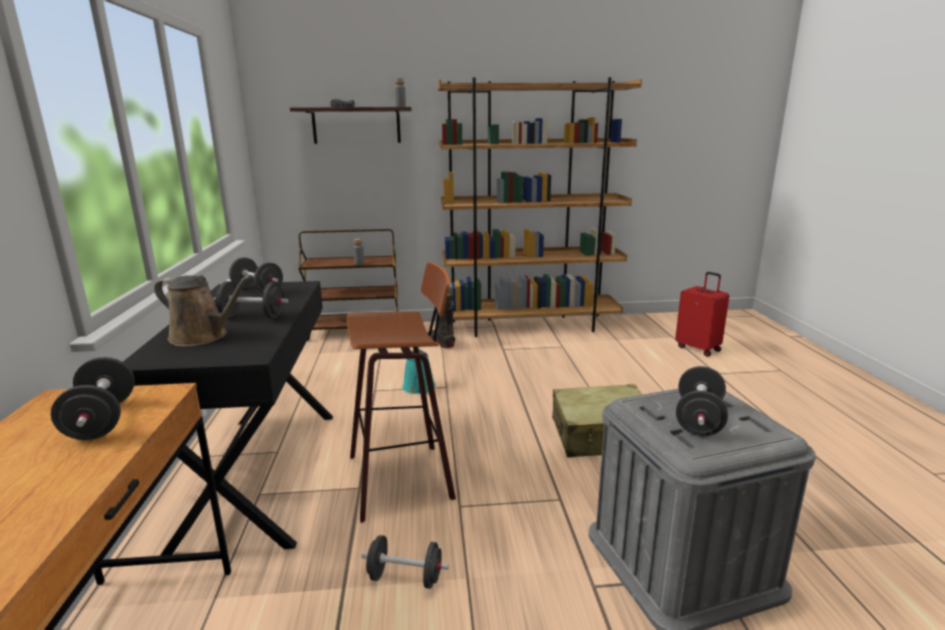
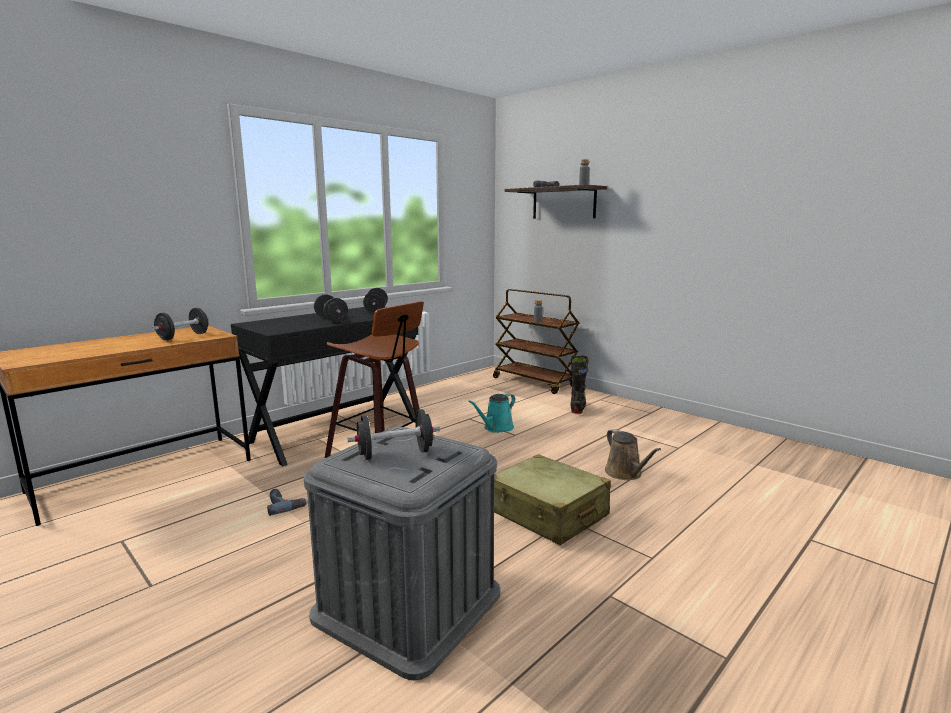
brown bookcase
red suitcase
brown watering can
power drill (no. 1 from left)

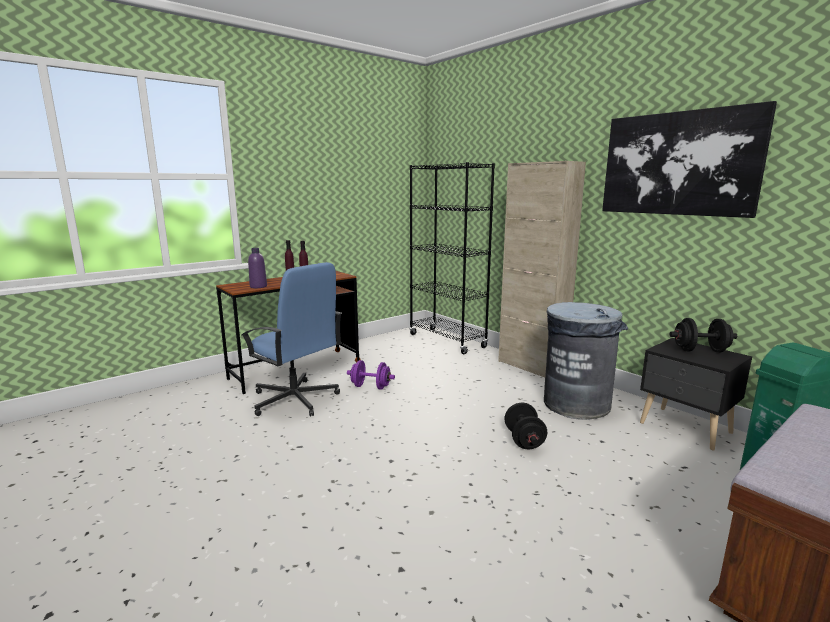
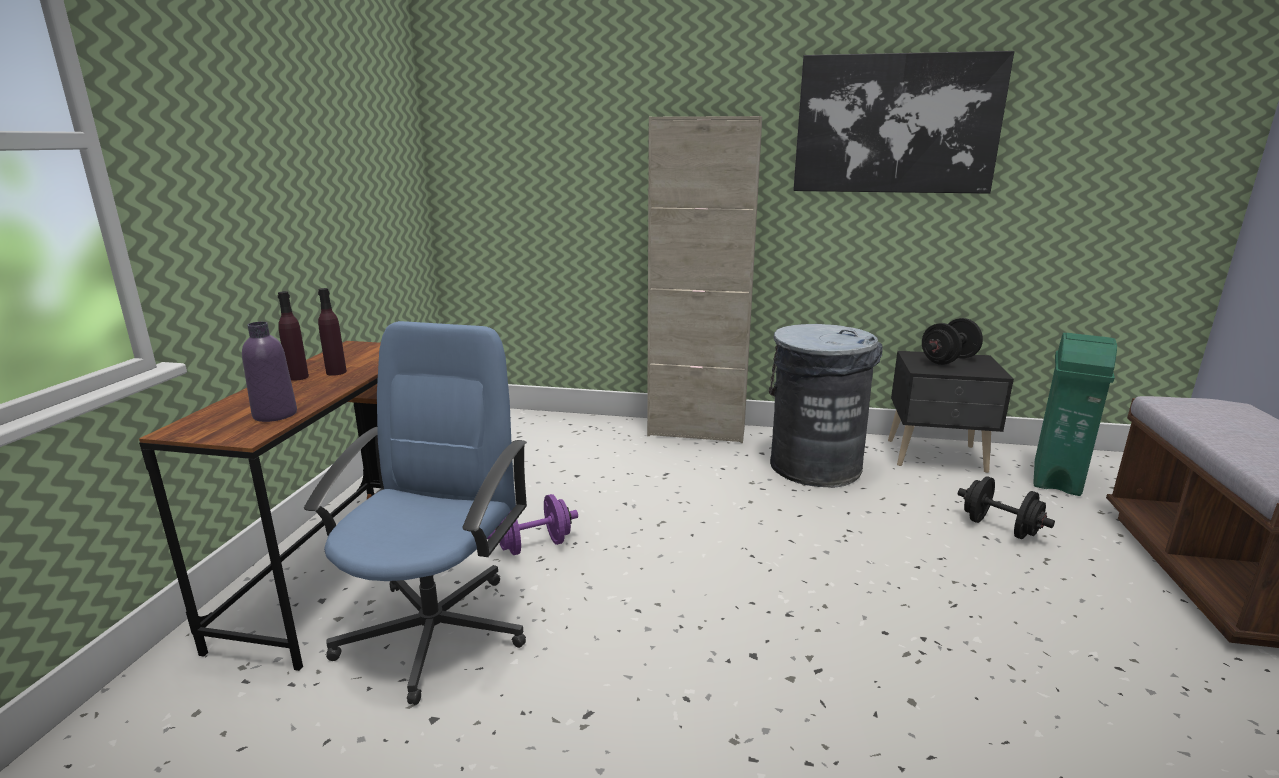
black bookcase
black dumbbell (no. 2 from left)
blue office chair

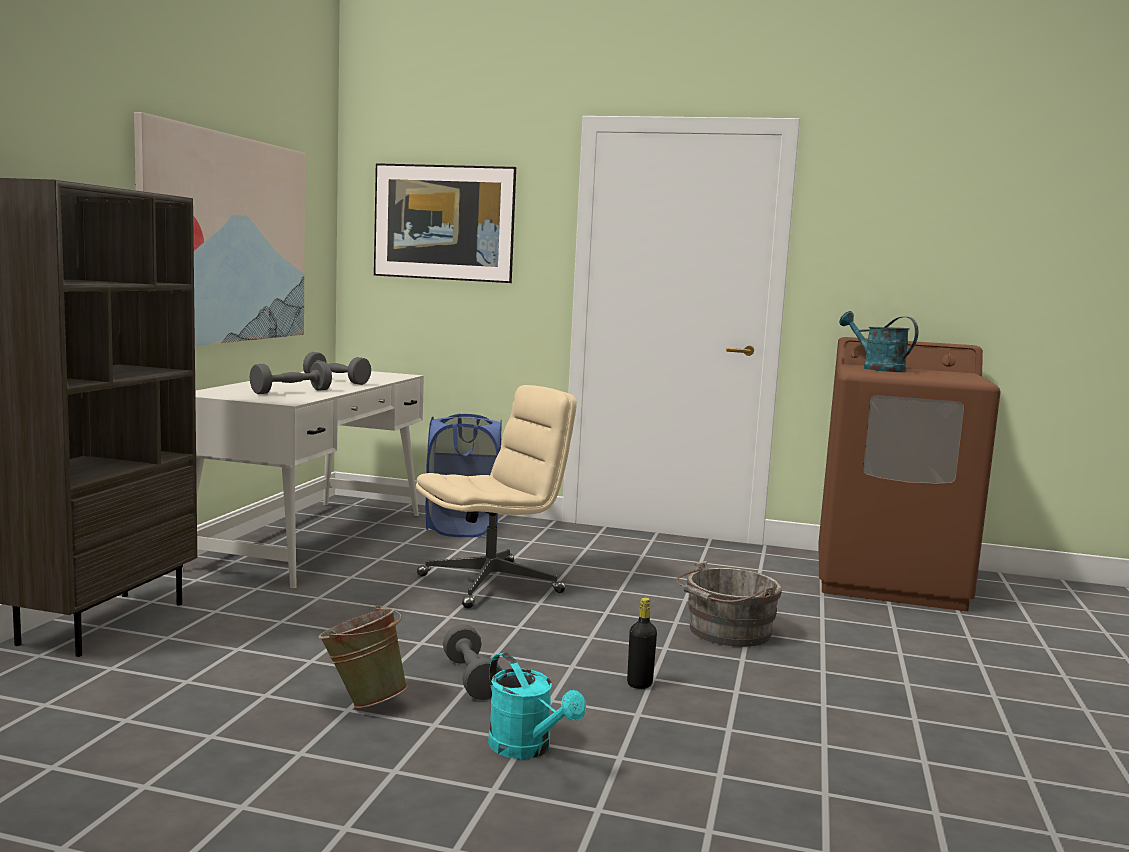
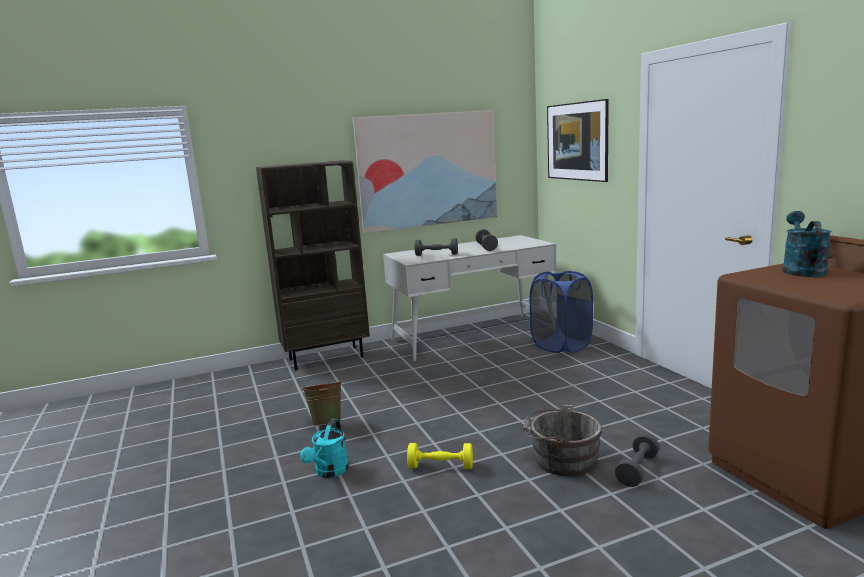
beige office chair
grey dumbbell (no. 3 from left)
yellow dumbbell

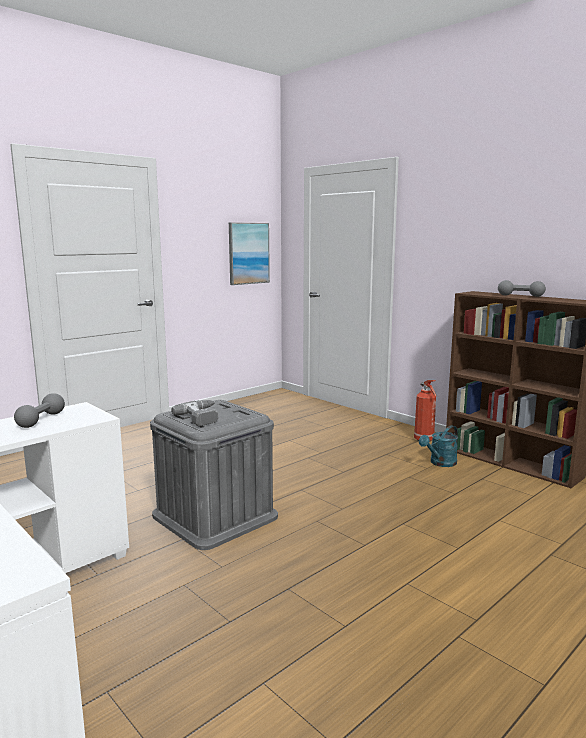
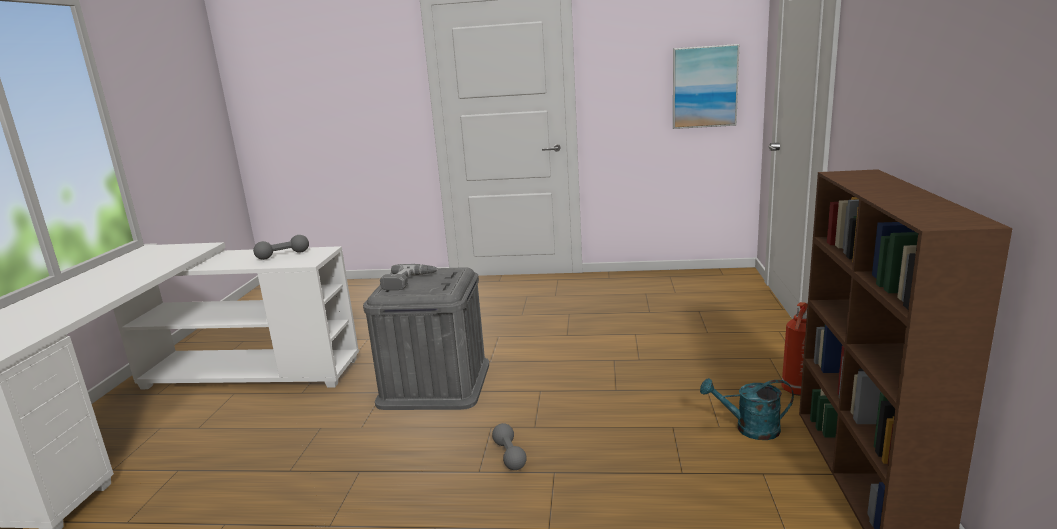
grey dumbbell (no. 2 from left)

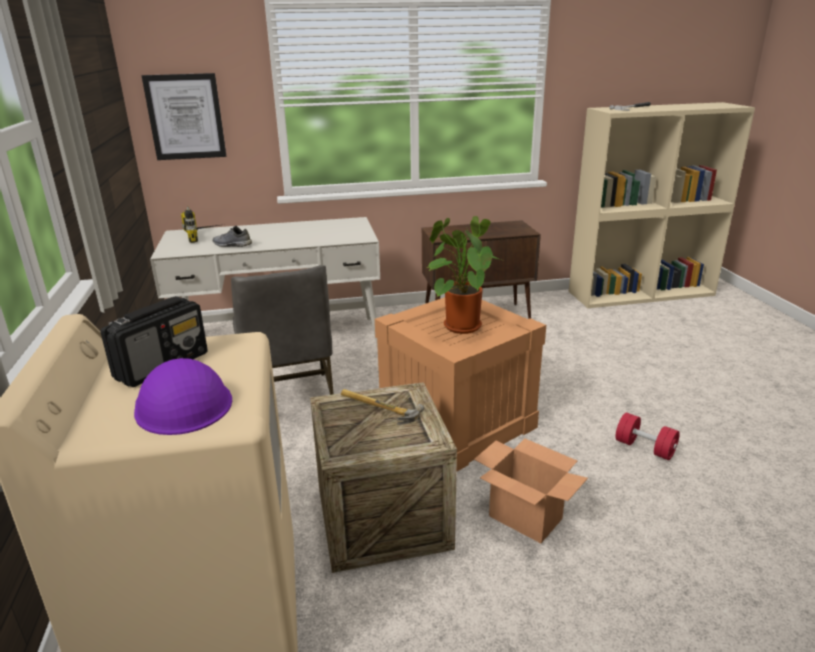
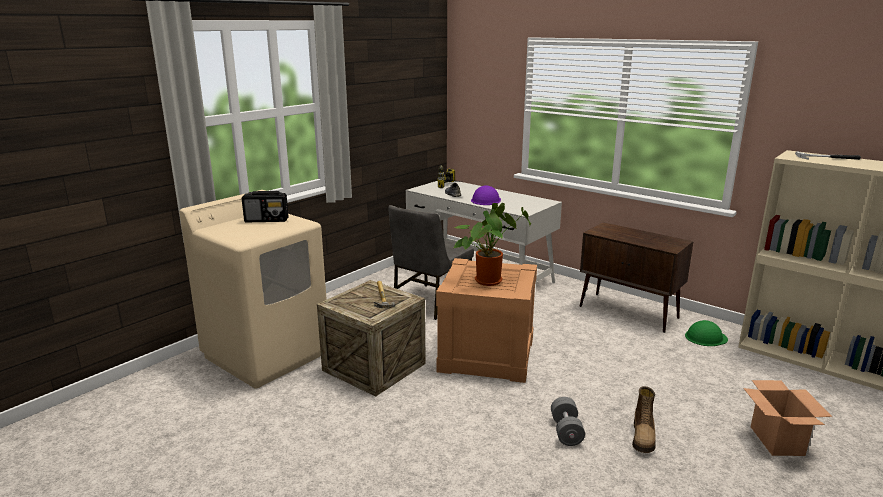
picture
boot
green hard hat
purple hard hat
cardboard box
grey dumbbell

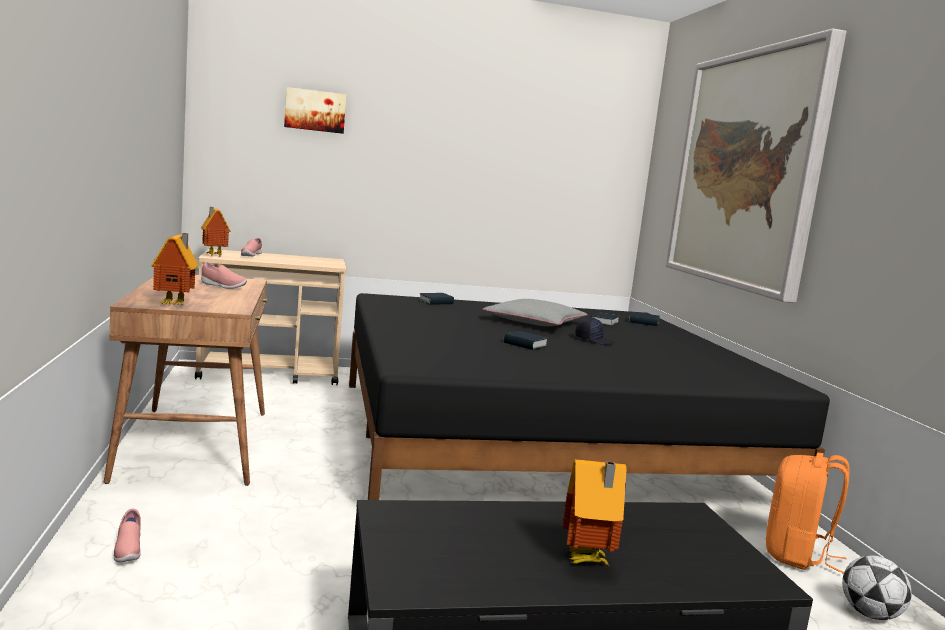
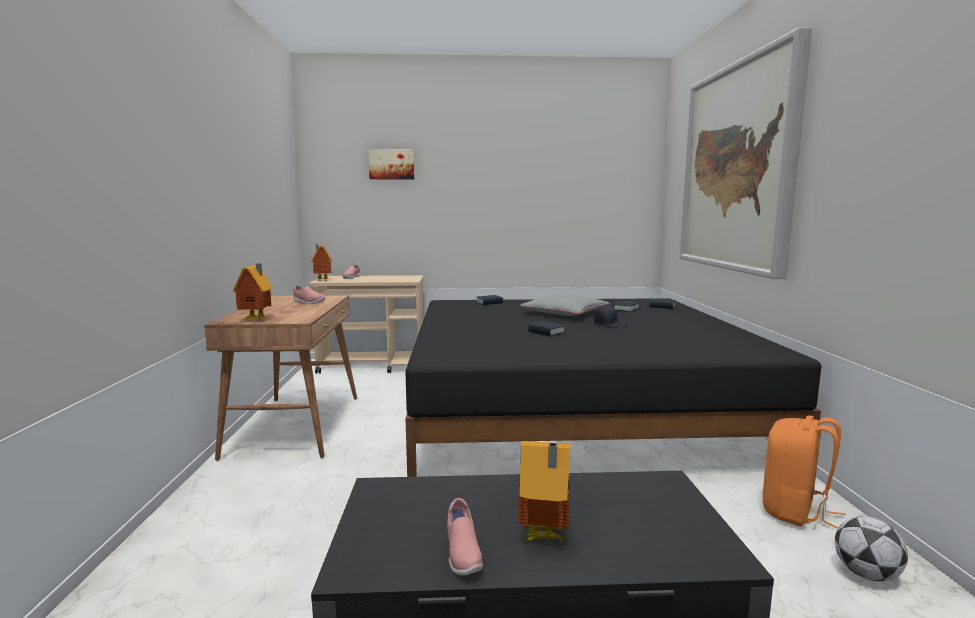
pink shoe (no. 3 from left)

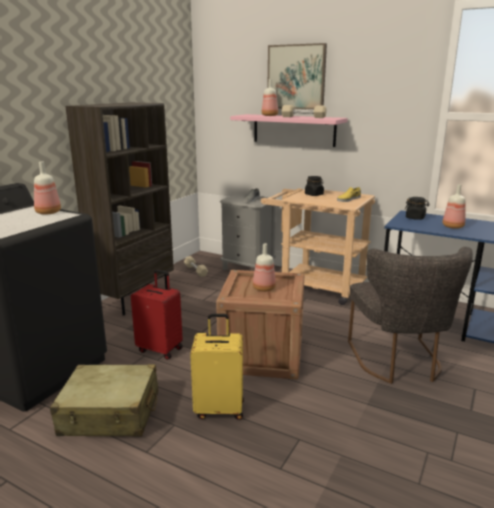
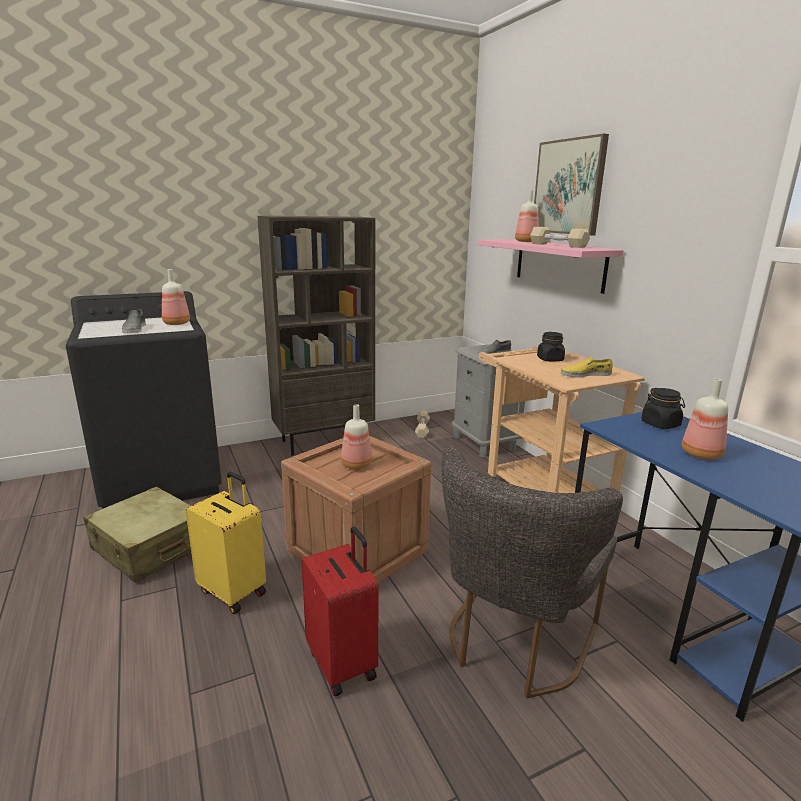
grey shoe (no. 1 from left)
red suitcase

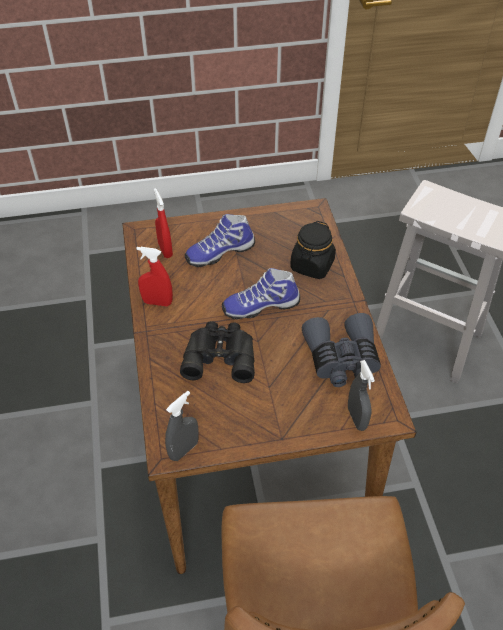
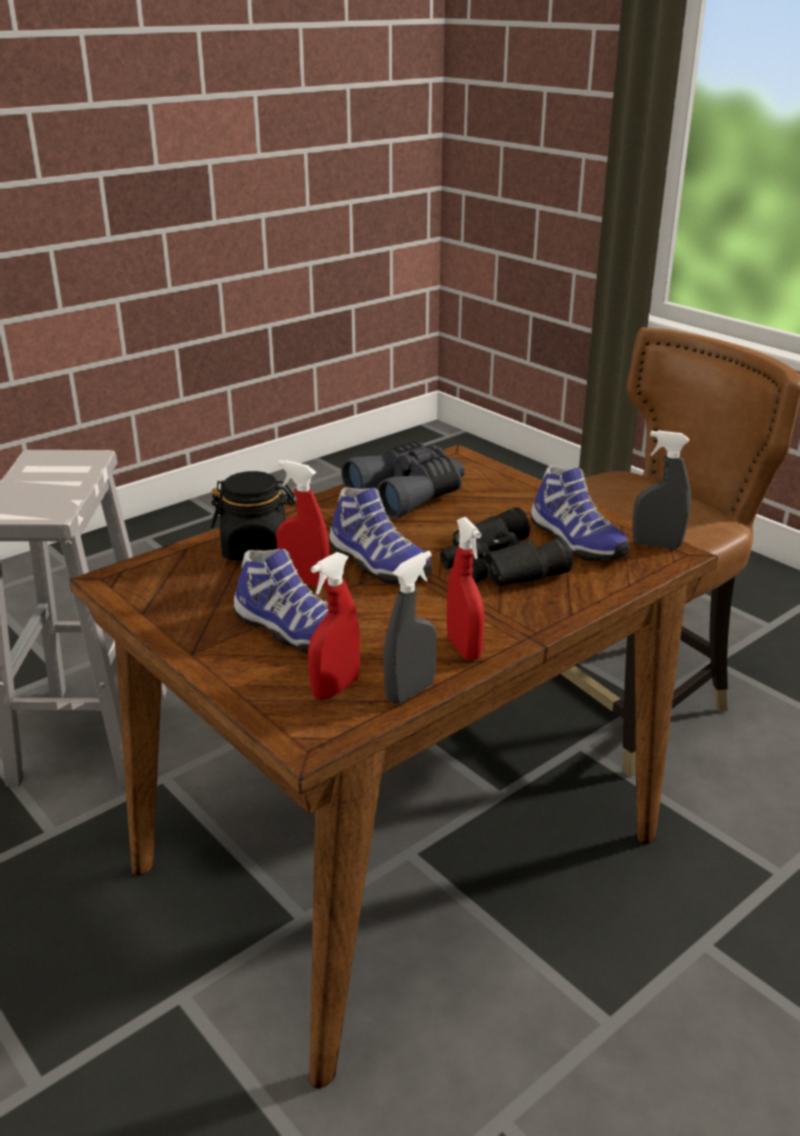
red spray bottle (no. 1 from left)
shoe (no. 3 from left)
grey spray bottle (no. 1 from left)

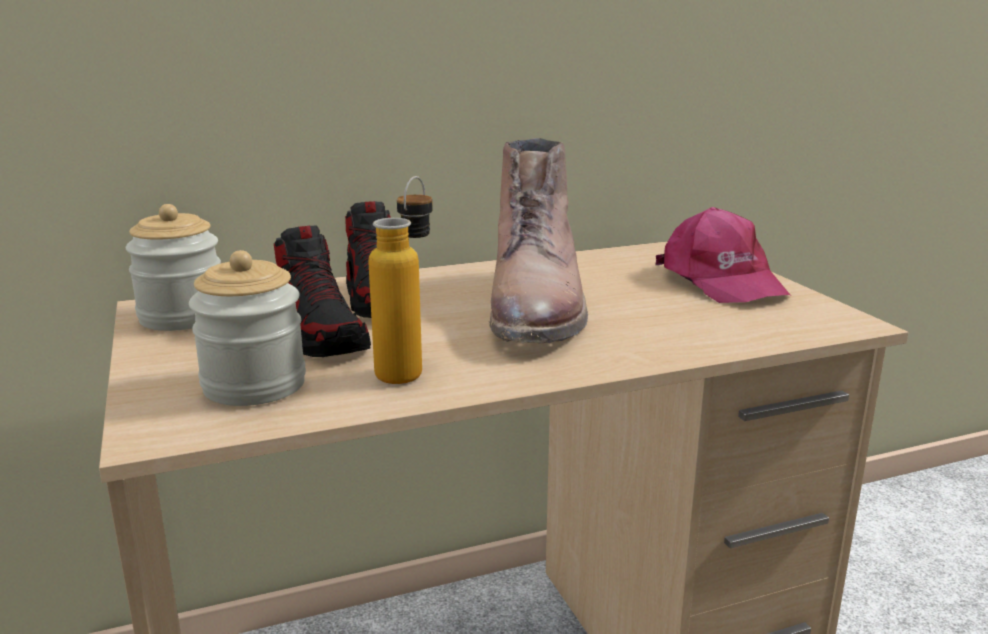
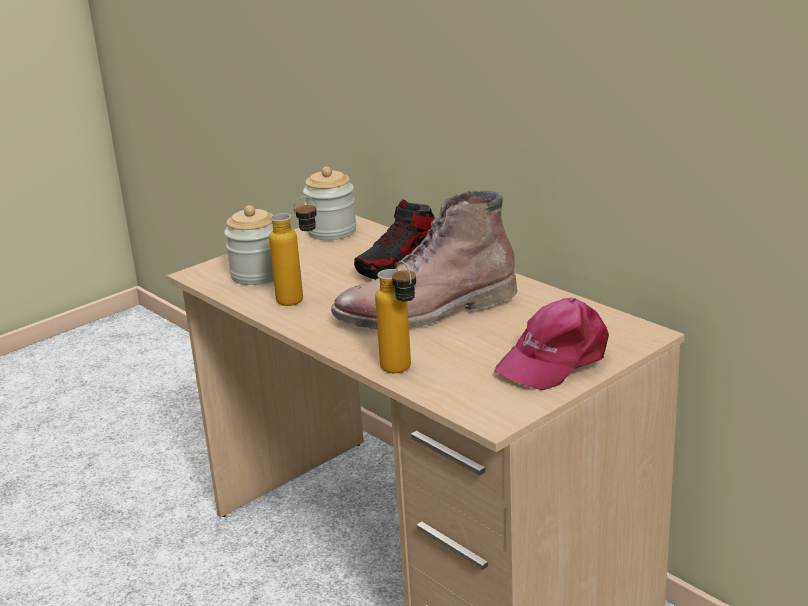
shoe (no. 1 from left in the first image)
bottle (no. 2 from left)

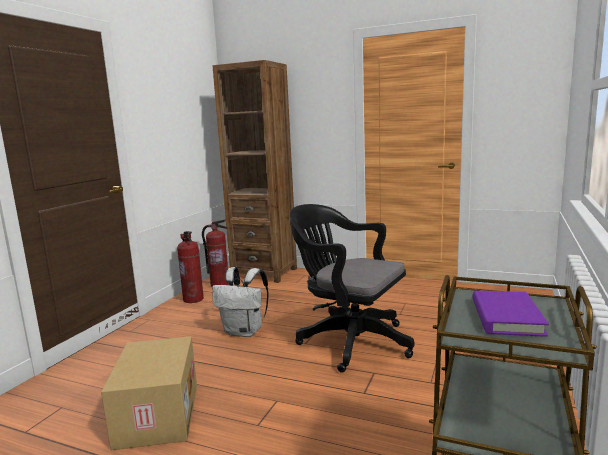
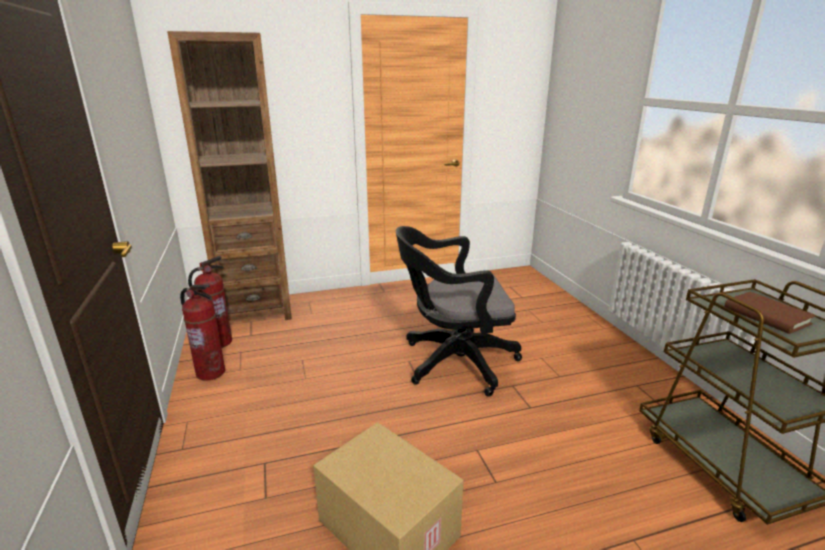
white backpack
brown book

